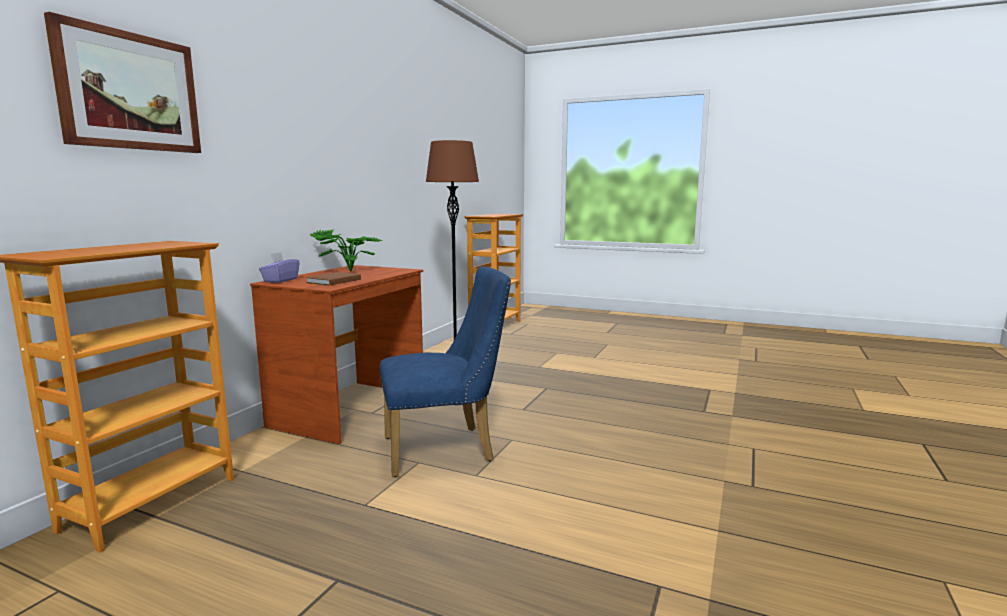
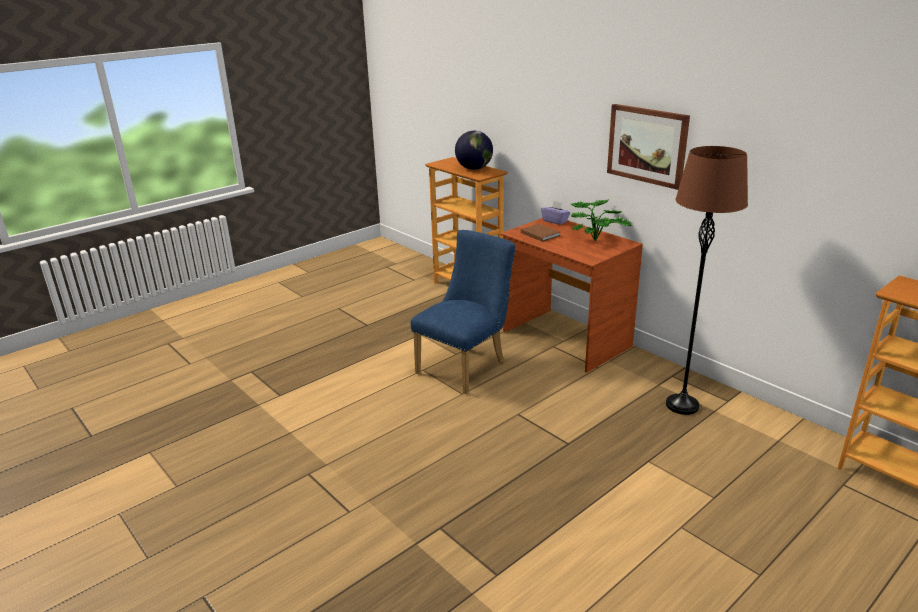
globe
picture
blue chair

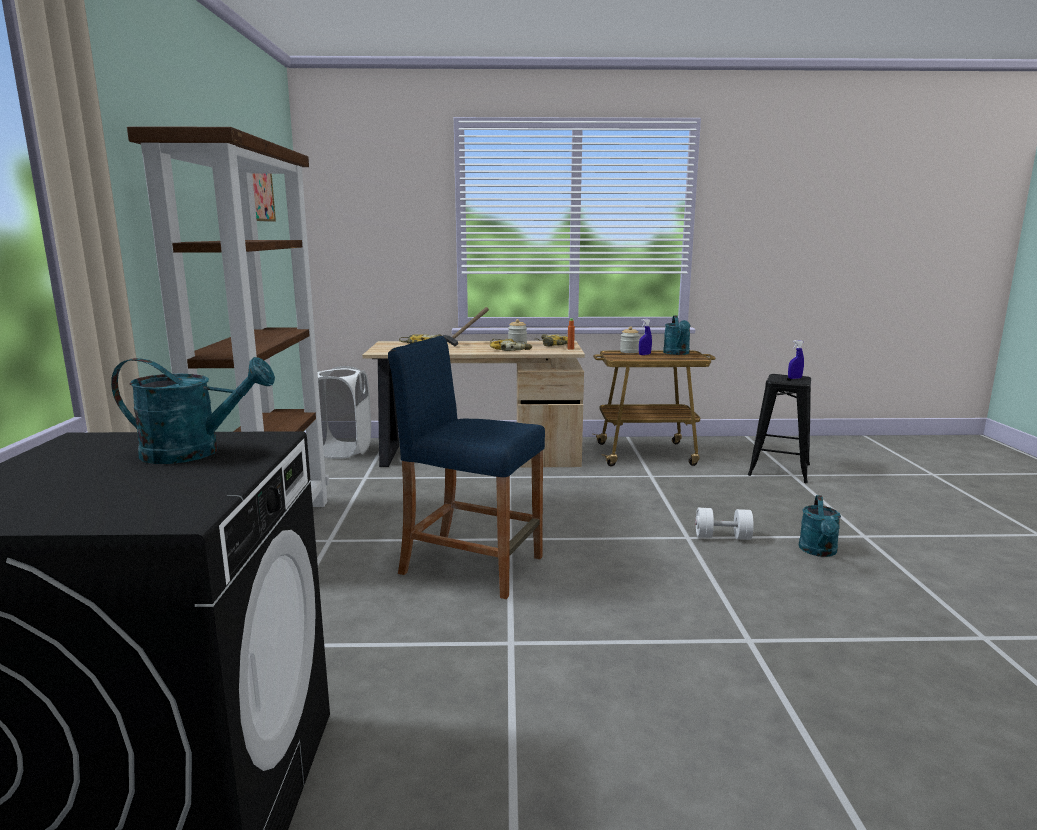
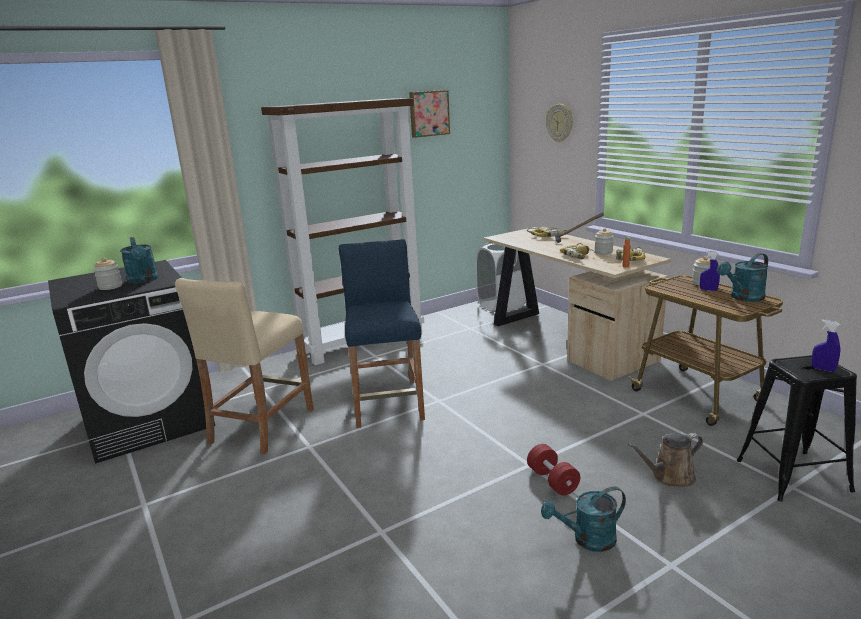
jar (no. 1 from left)
beige stool
wall clock
brown watering can
red dumbbell

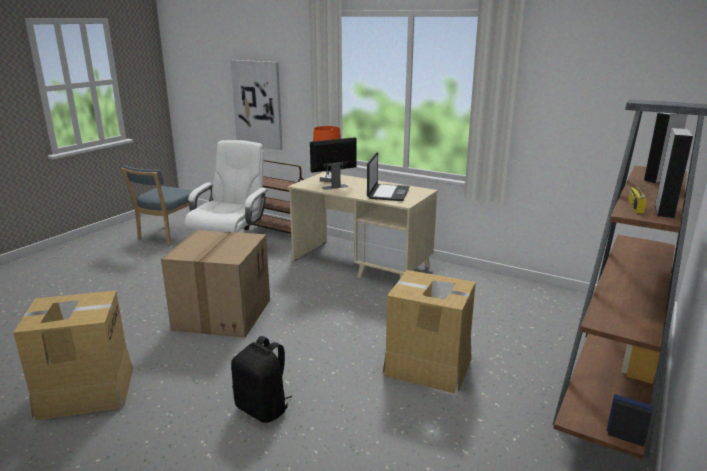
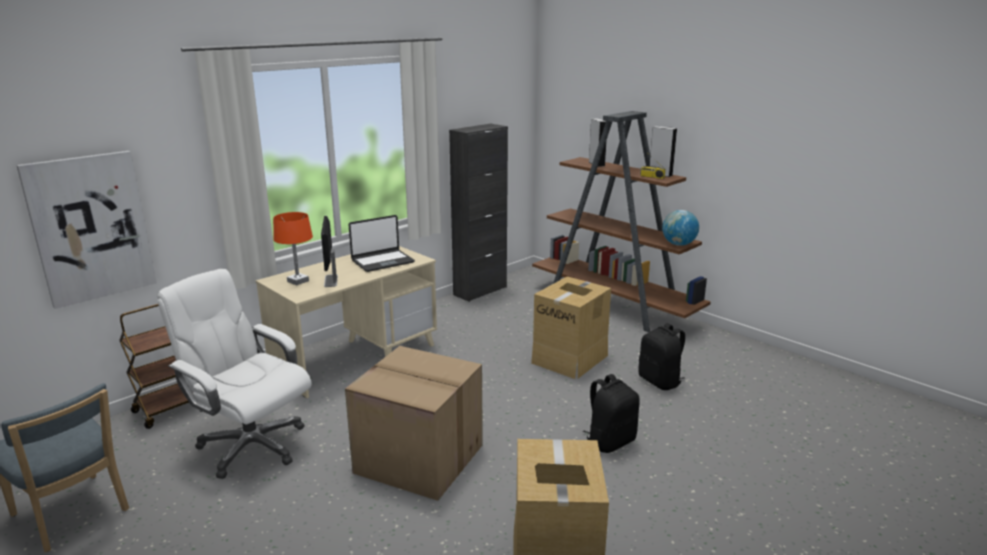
black cabinet
black backpack (no. 2 from left)
globe
laptop

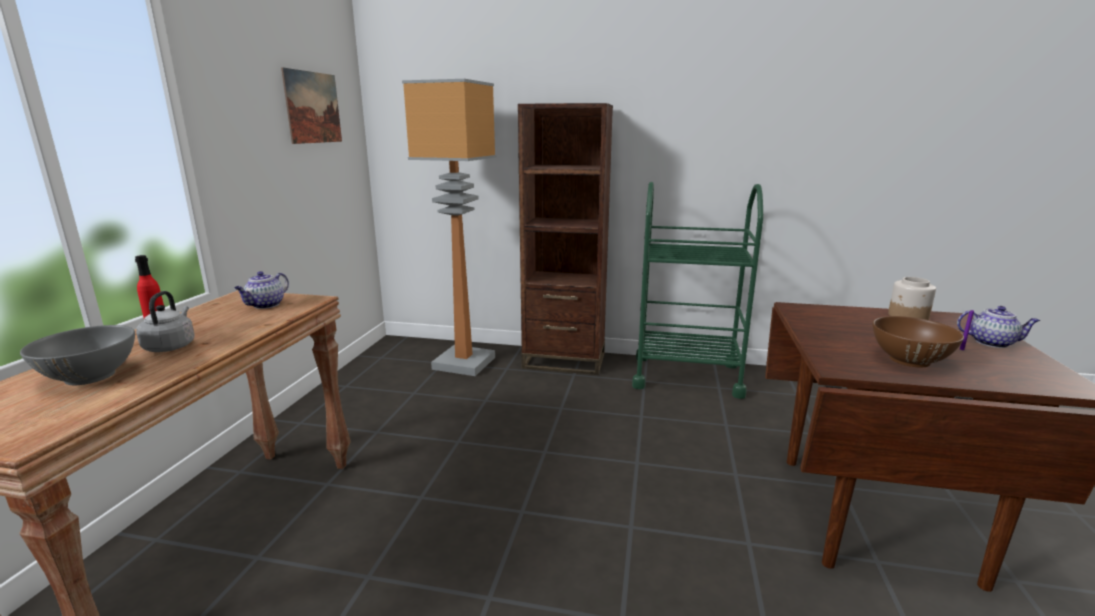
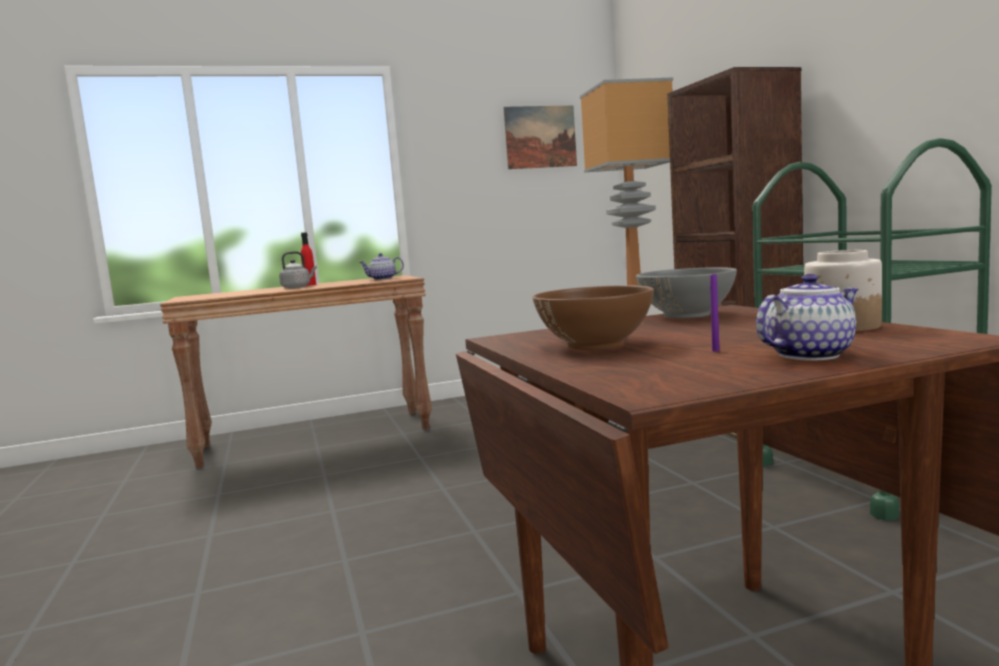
grey bowl
teapot (no. 2 from left)

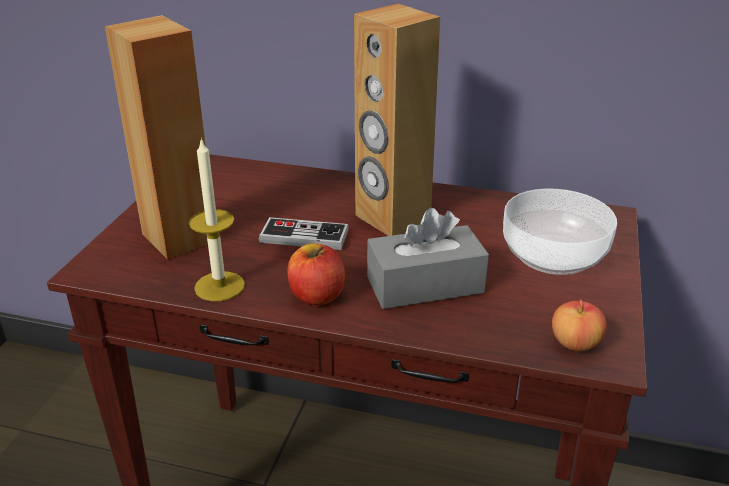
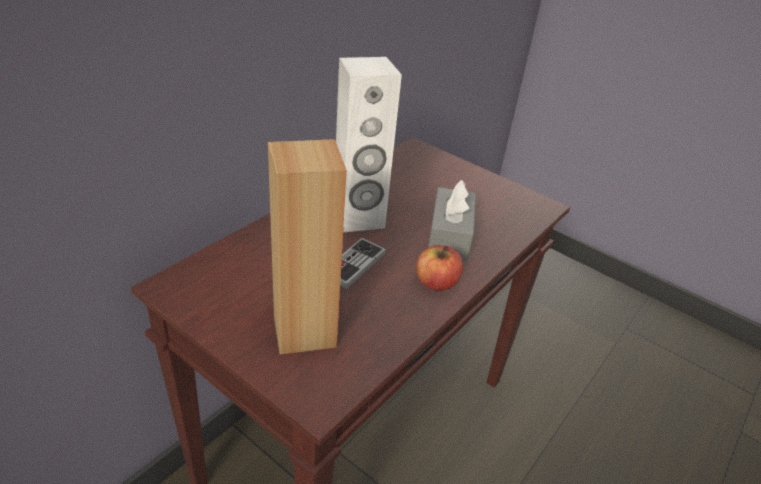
candle
bowl
apple (no. 2 from left in the first image)
white speaker

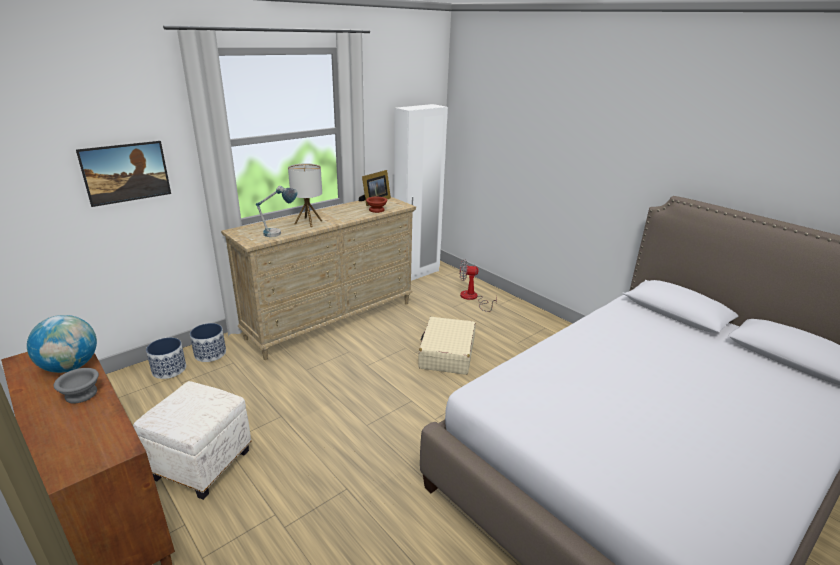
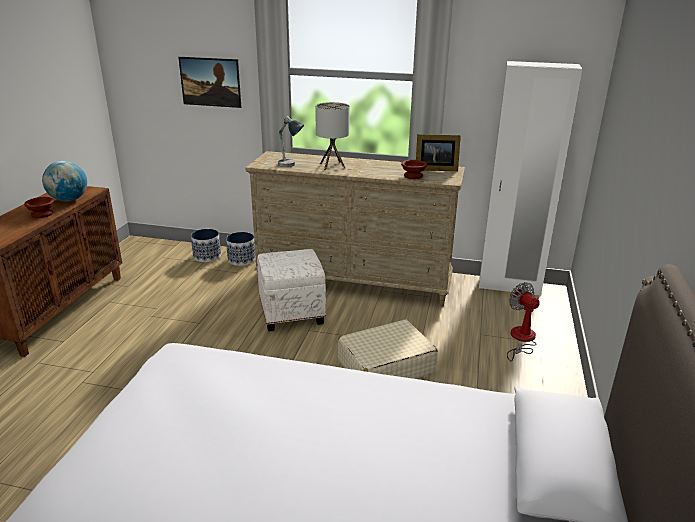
white ottoman
brown bowl (no. 1 from left)

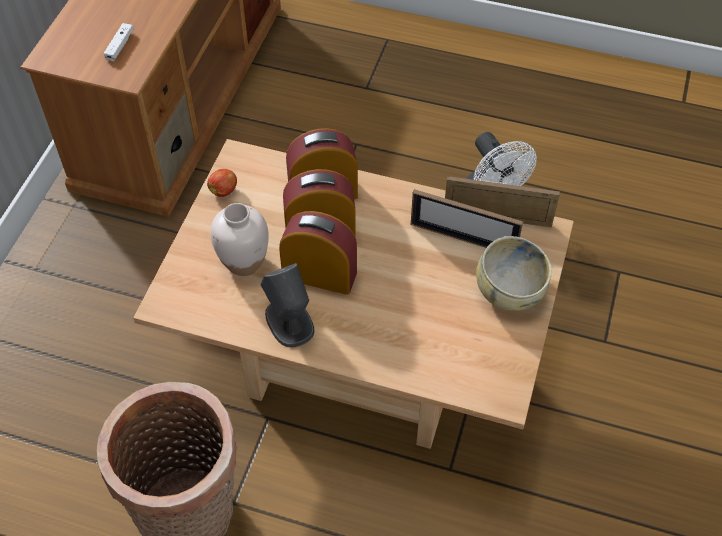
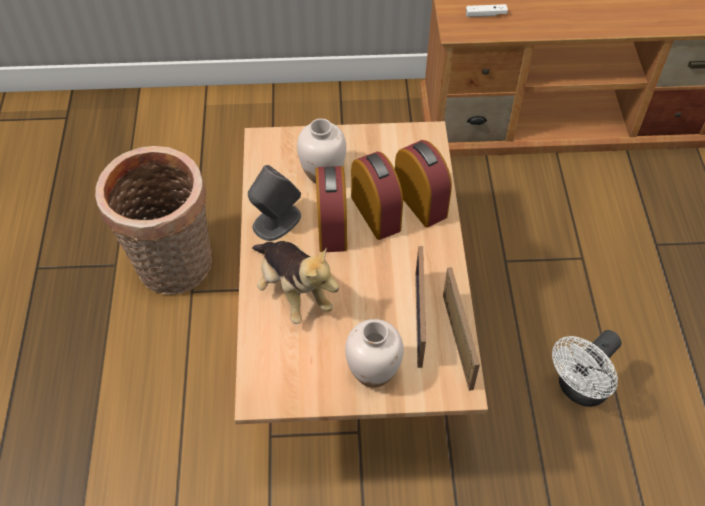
apple
plush toy
white vase (no. 2 from left)

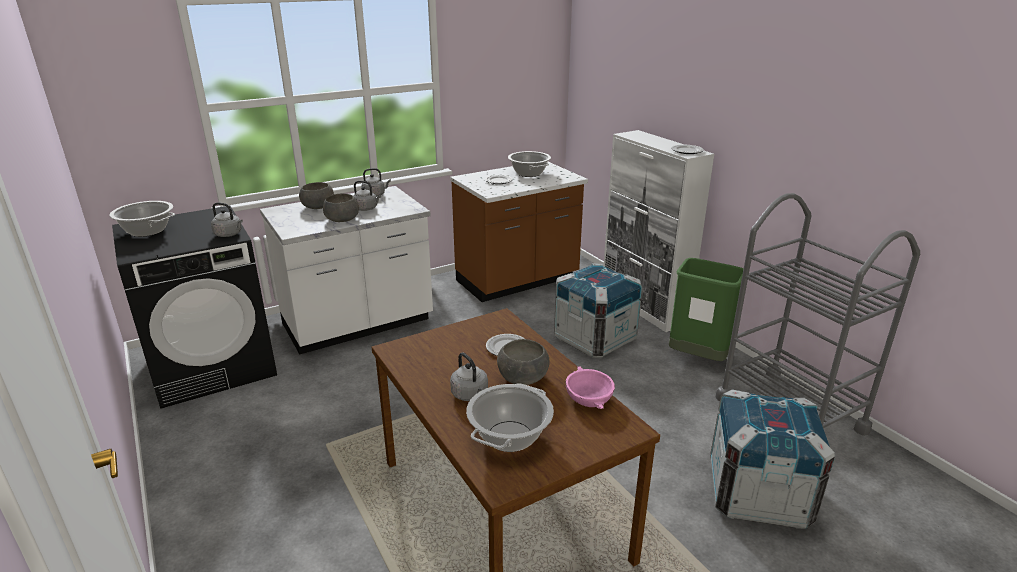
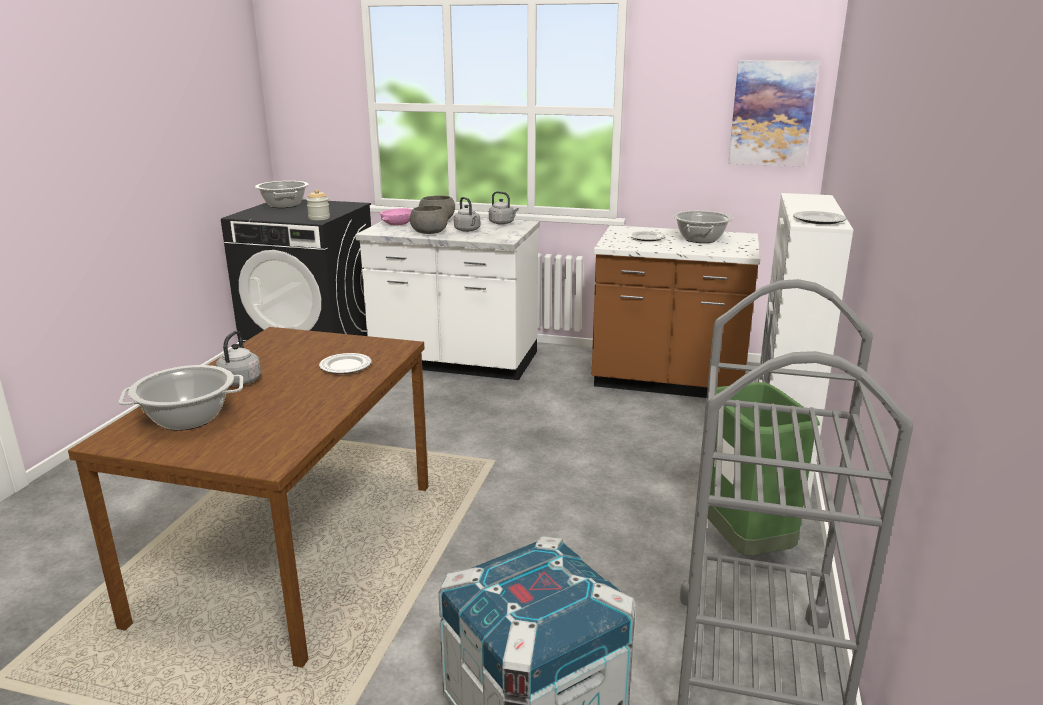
grey bowl (no. 3 from left in the first image)
crate (no. 1 from left in the first image)
picture
pink bowl
jar

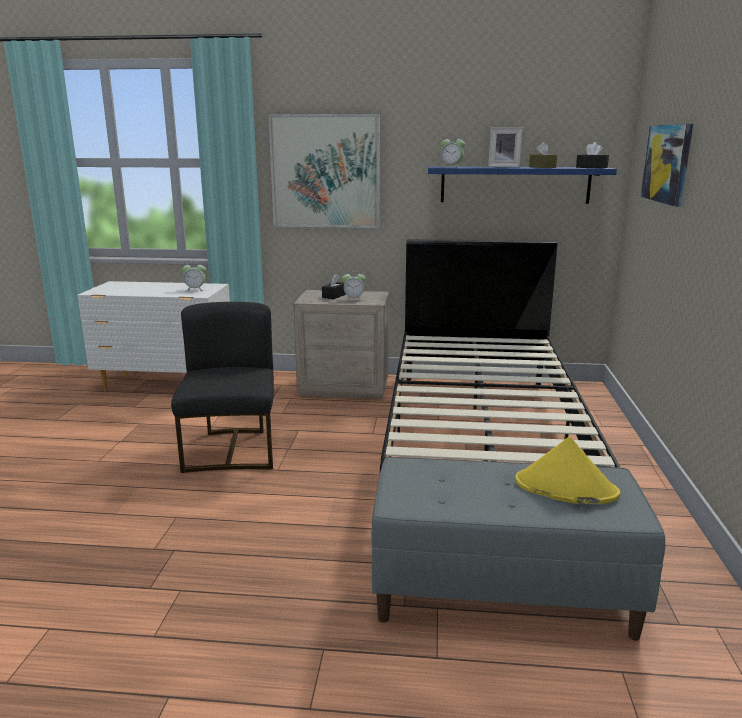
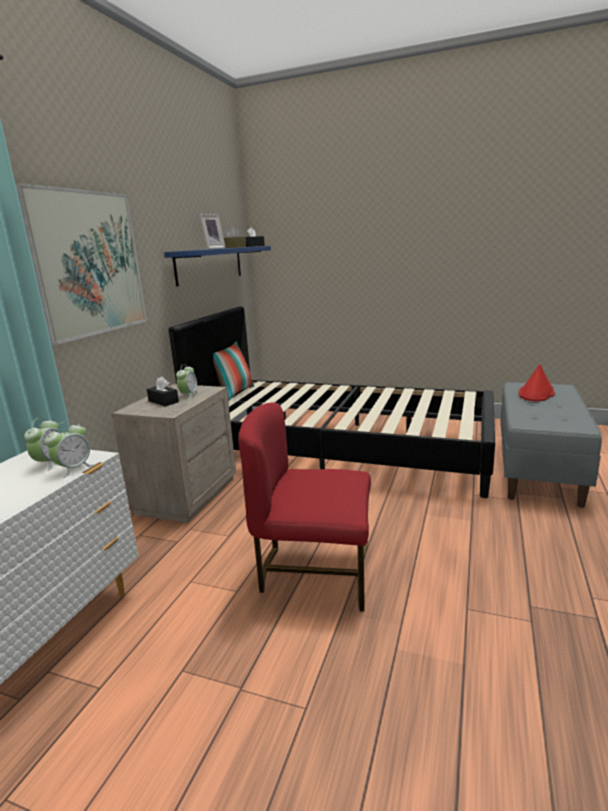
picture (no. 2 from left in the first image)
pillow
alarm clock (no. 2 from left)
red chair
red hat

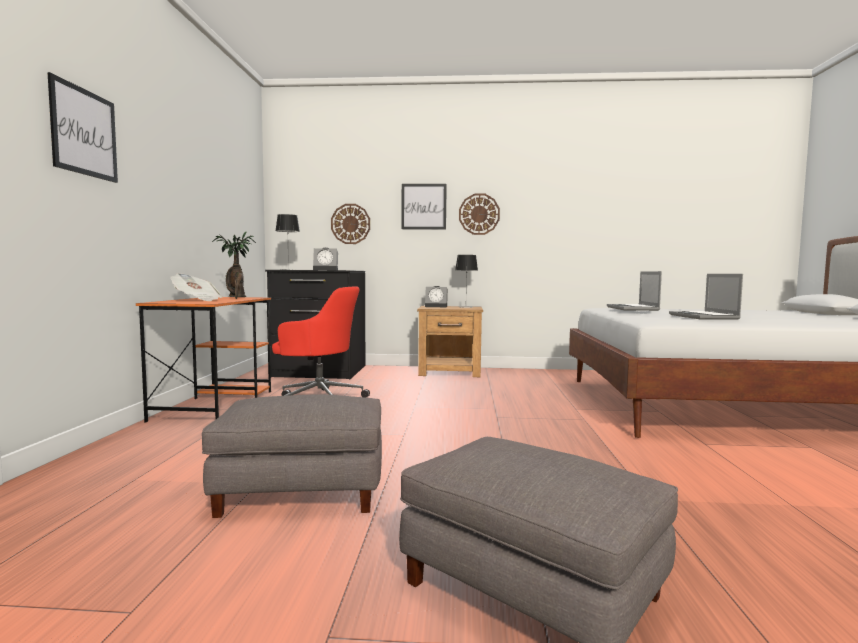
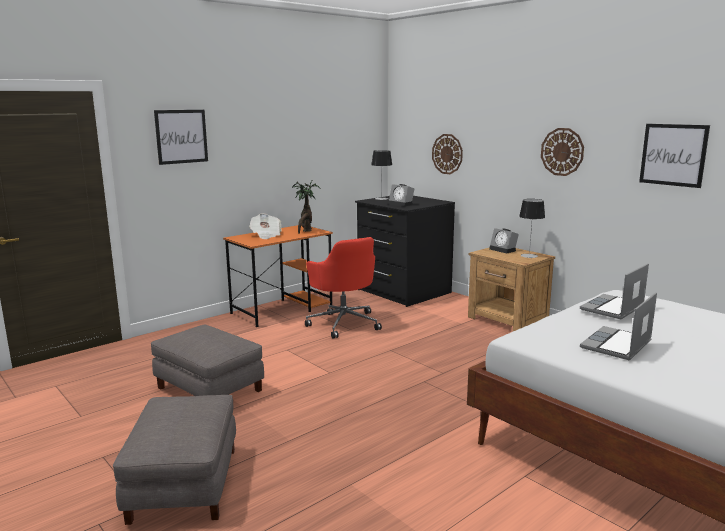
picture (no. 2 from left)

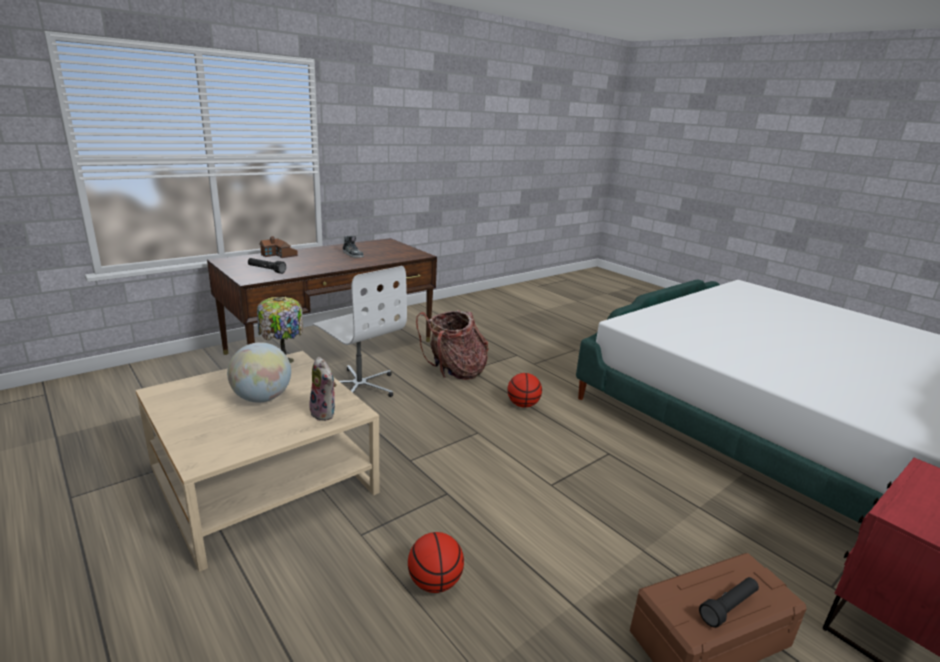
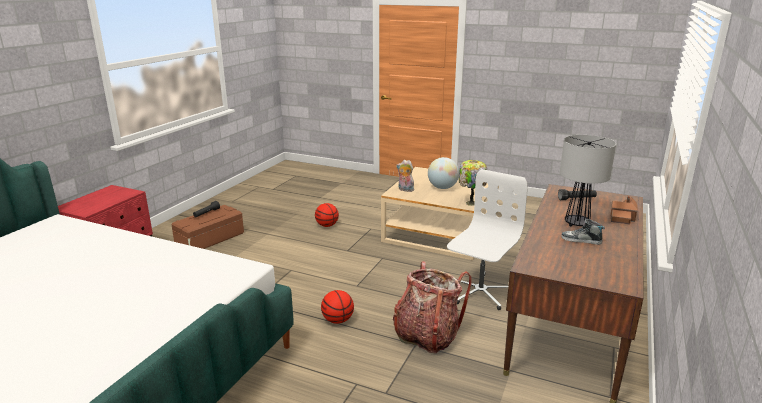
table lamp (no. 2 from left)
white office chair

